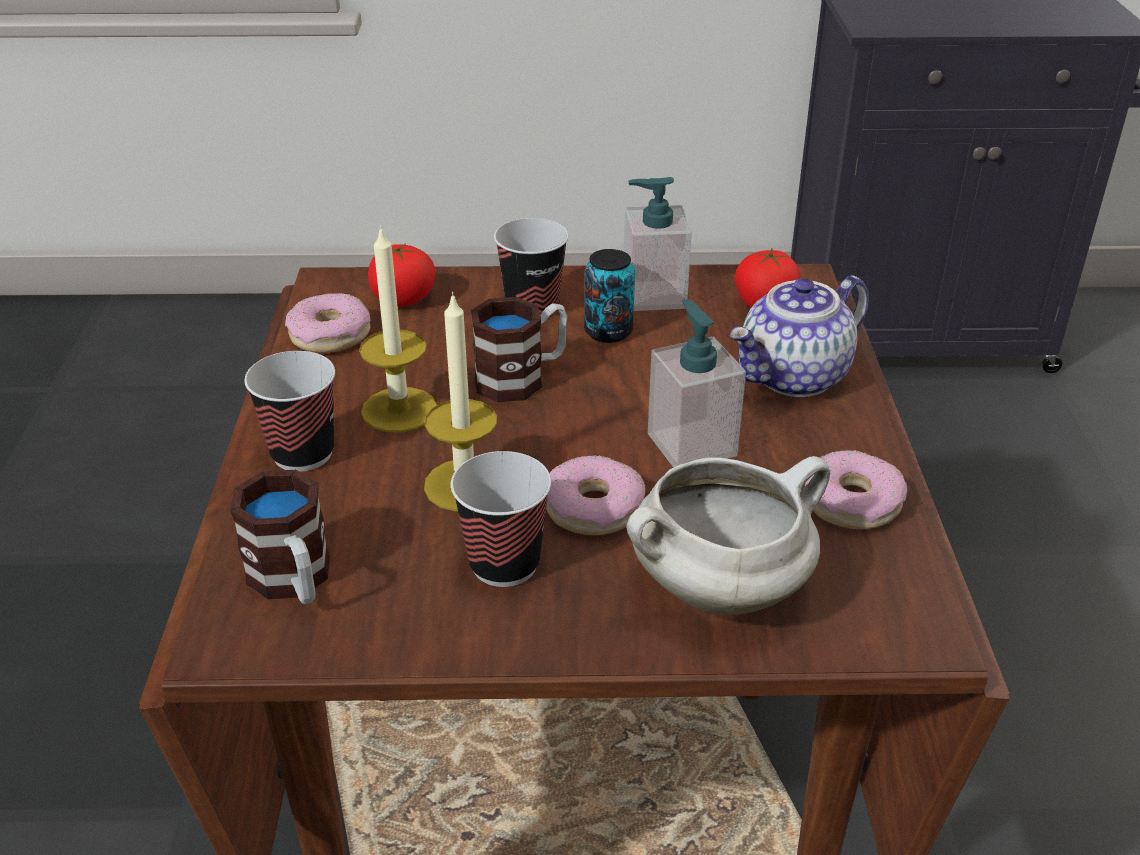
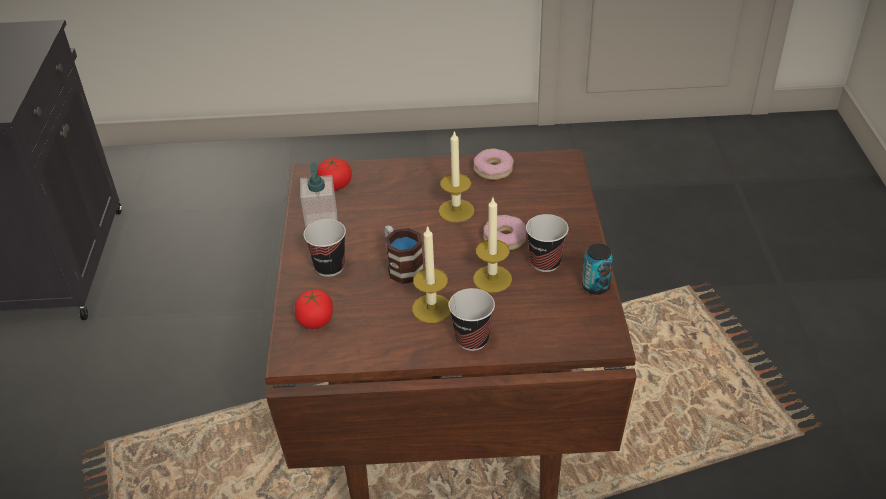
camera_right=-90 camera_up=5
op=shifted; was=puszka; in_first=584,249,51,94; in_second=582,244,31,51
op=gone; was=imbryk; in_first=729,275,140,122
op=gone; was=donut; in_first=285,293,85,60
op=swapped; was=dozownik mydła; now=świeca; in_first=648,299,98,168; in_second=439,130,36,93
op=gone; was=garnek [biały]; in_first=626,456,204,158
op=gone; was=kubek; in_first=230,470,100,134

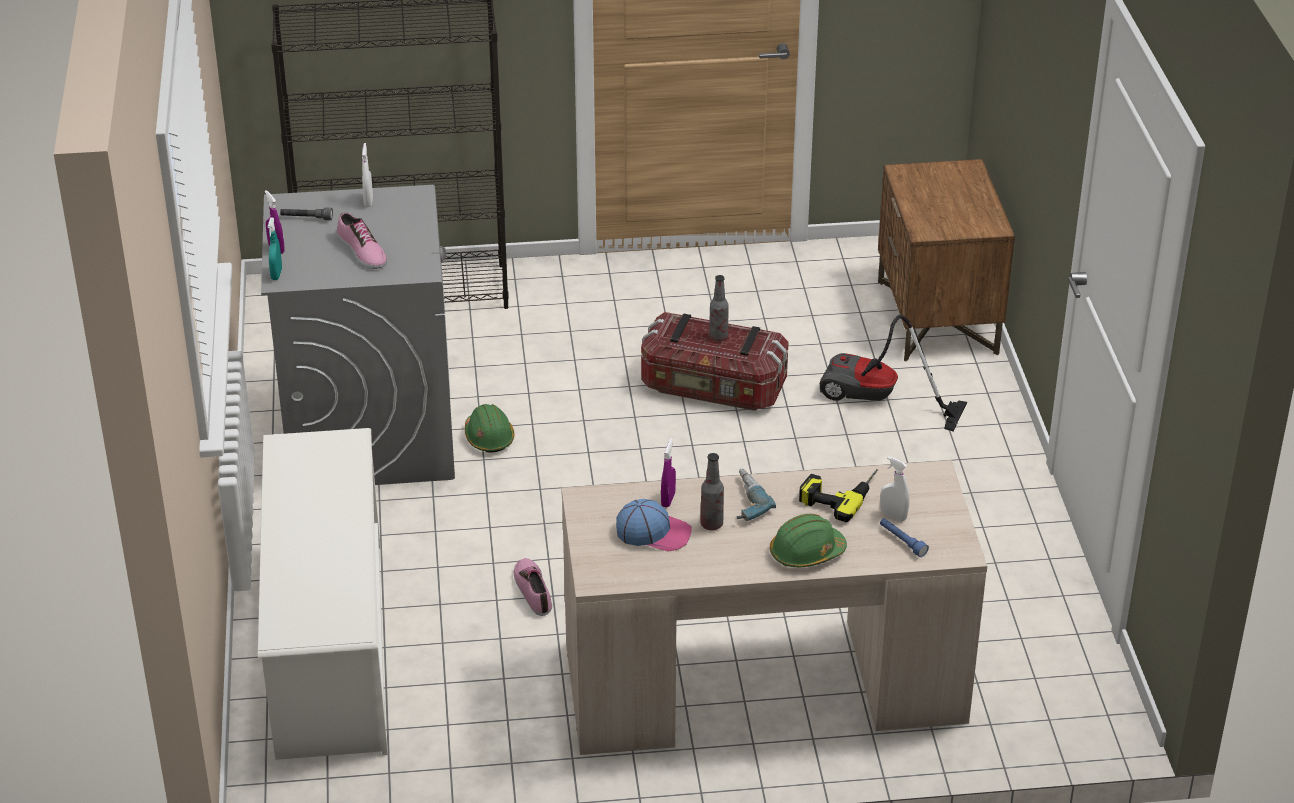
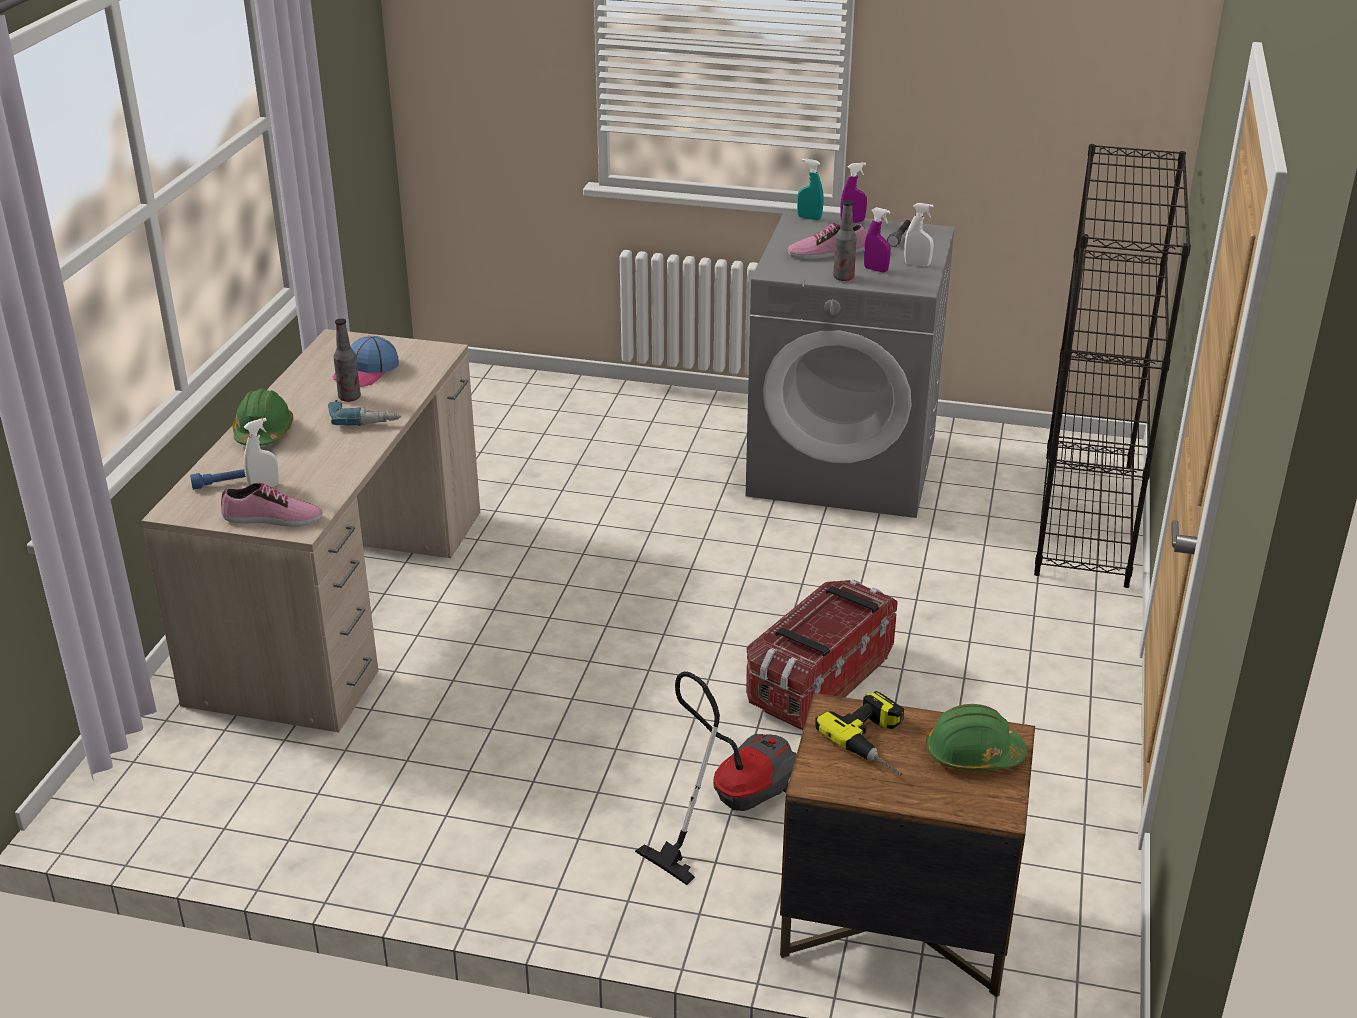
camera_right=110 camera_up=-5
op=shifted; was=butelka; in_first=709,275,20,66; in_second=833,200,24,81
op=shifted; was=kask [zielony]; in_first=465,404,50,48; in_second=925,704,102,67
op=gone; was=regał na buty [biały]; in_first=258,428,130,332
op=shifted; was=spryskiwacz [fioletowy]; in_first=661,438,15,70; in_second=864,207,27,65
op=shifted; was=wiertarka; in_first=799,469,79,53; in_second=815,691,89,84
op=shifted; was=but; in_first=513,558,39,58; in_second=221,483,102,44

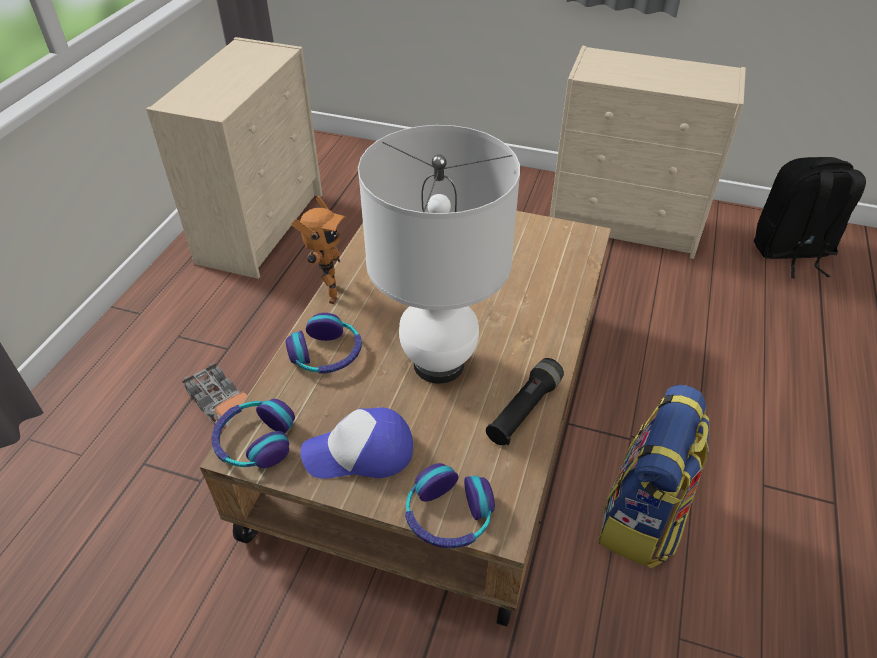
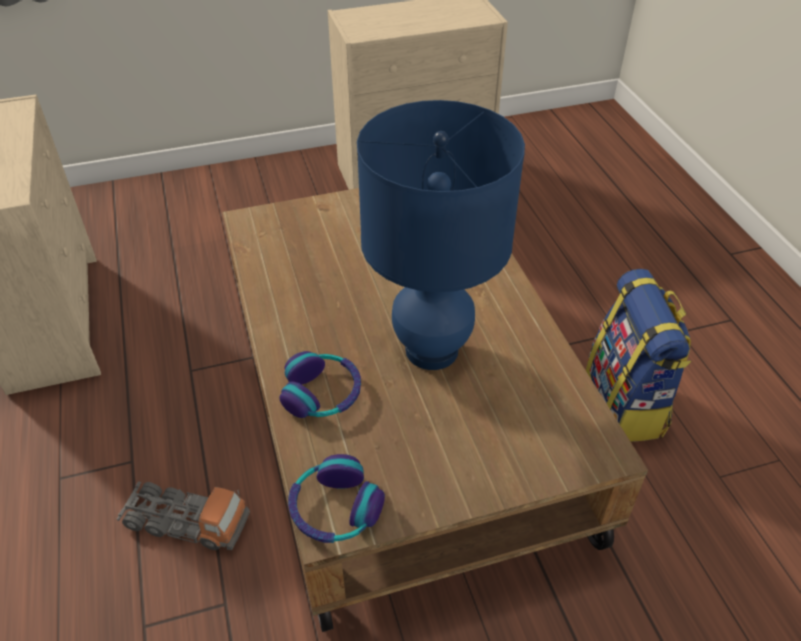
camera_right=-35 camera_up=0
op=repainted; was=lampa stołowa [biały]; now=lampa stołowa [niebieski]; in_first=358,125,162,259; in_second=357,100,168,270
op=gone; was=plecak [czarny]; in_first=754,157,112,122
op=gone; was=robot zabawkowy; in_first=291,196,55,108
op=gone; was=latarka [czarny]; in_first=486,358,78,88
op=gone; was=czapka z daszkiem; in_first=300,407,113,72
op=gone; was=słuchawki; in_first=405,463,90,85

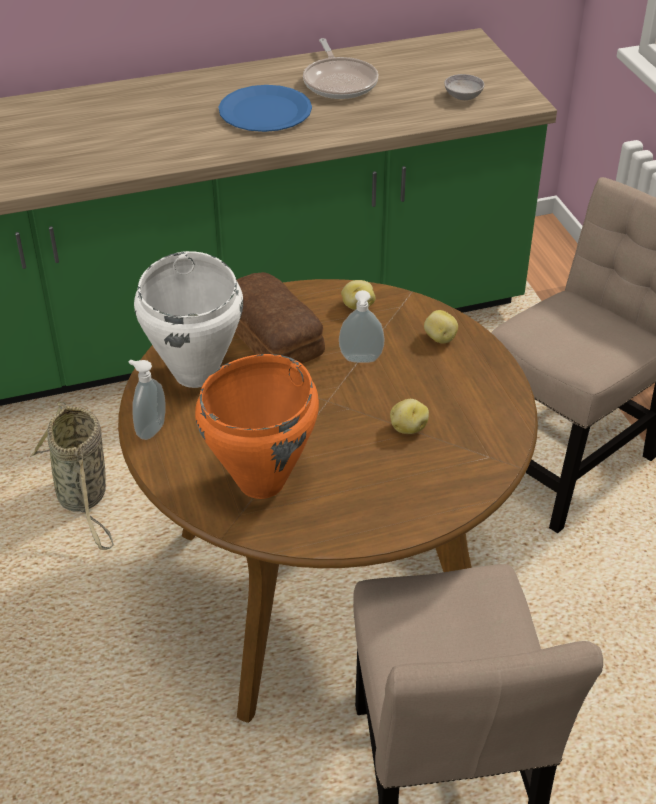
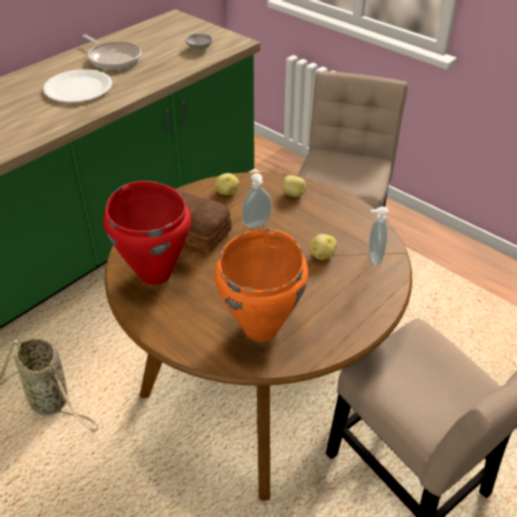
camera_right=-30 camera_up=0
op=repainted; was=talerz [niebieski]; now=talerz [biały]; in_first=218,85,94,47; in_second=43,69,69,33
op=repainted; was=garnek [biały]; now=garnek [czerwony]; in_first=134,251,109,137; in_second=104,181,87,104
op=shifted; was=dozownik mydła; in_first=129,359,37,81; in_second=369,207,20,58

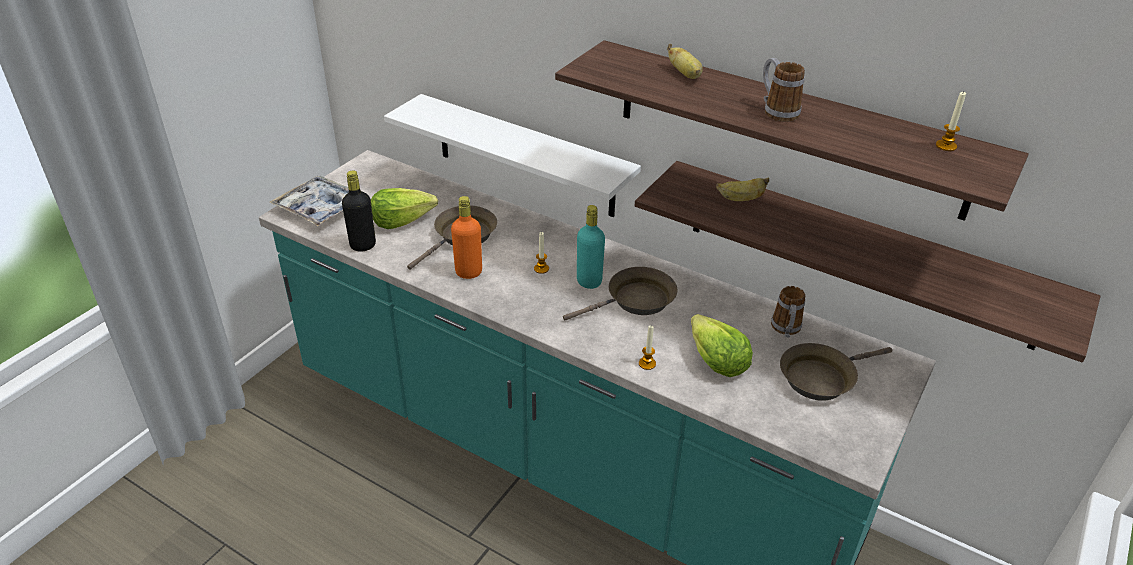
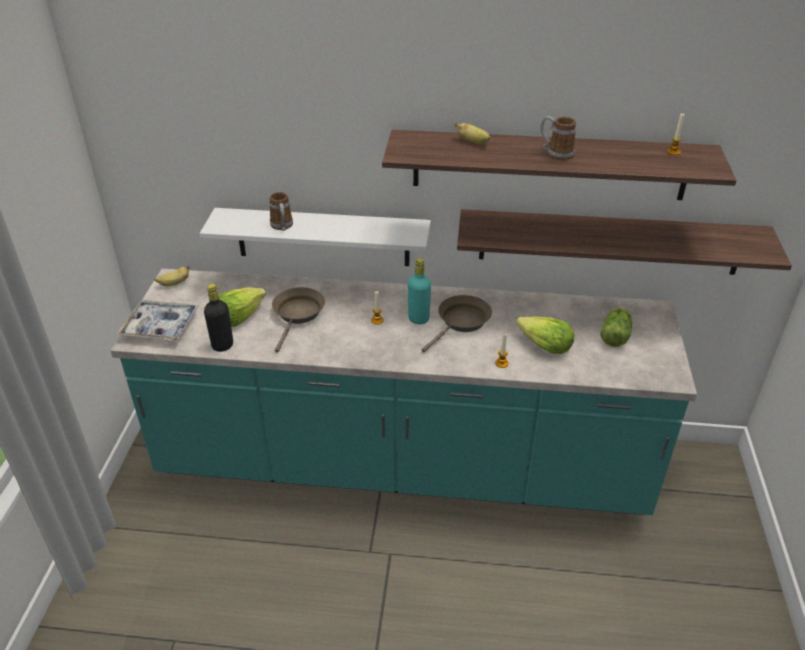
camera_right=-25 camera_up=0
op=shifted; was=banan; in_first=716,177,53,24; in_second=154,265,36,21
op=gone; was=butelka [pomarańczowy]; in_first=451,196,31,83
op=shifted; was=kubek; in_first=771,286,34,52; in_second=269,192,24,39
op=swapped; was=patelnia [brązowy]; now=sałata; in_first=780,343,112,58; in_second=600,307,32,40

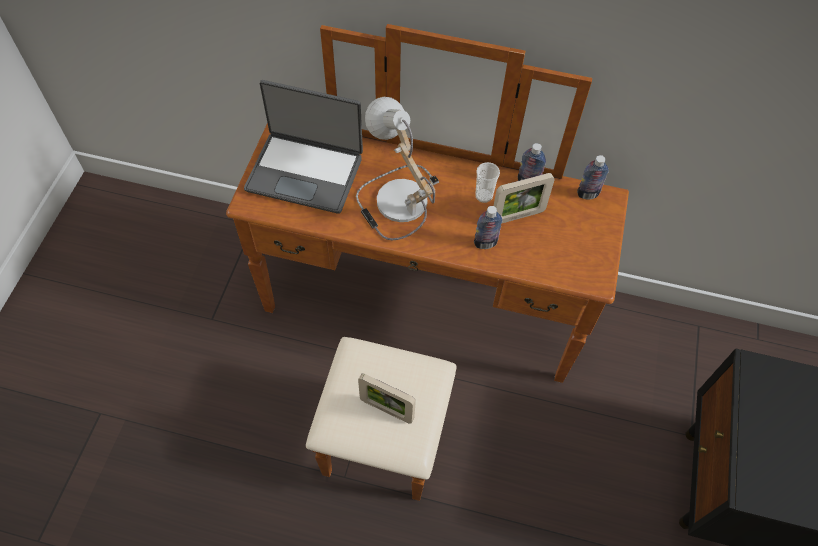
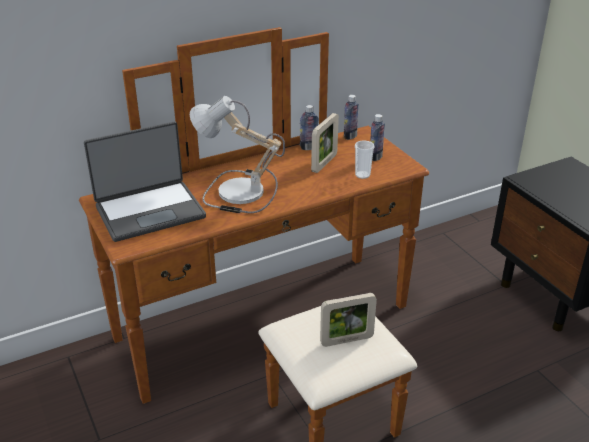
camera_right=-40 camera_up=-25
op=shifted; was=filiżanka; in_first=475,162,25,41; in_second=355,141,20,38
op=shifted; was=butelka; in_first=474,206,28,43; in_second=370,114,15,47

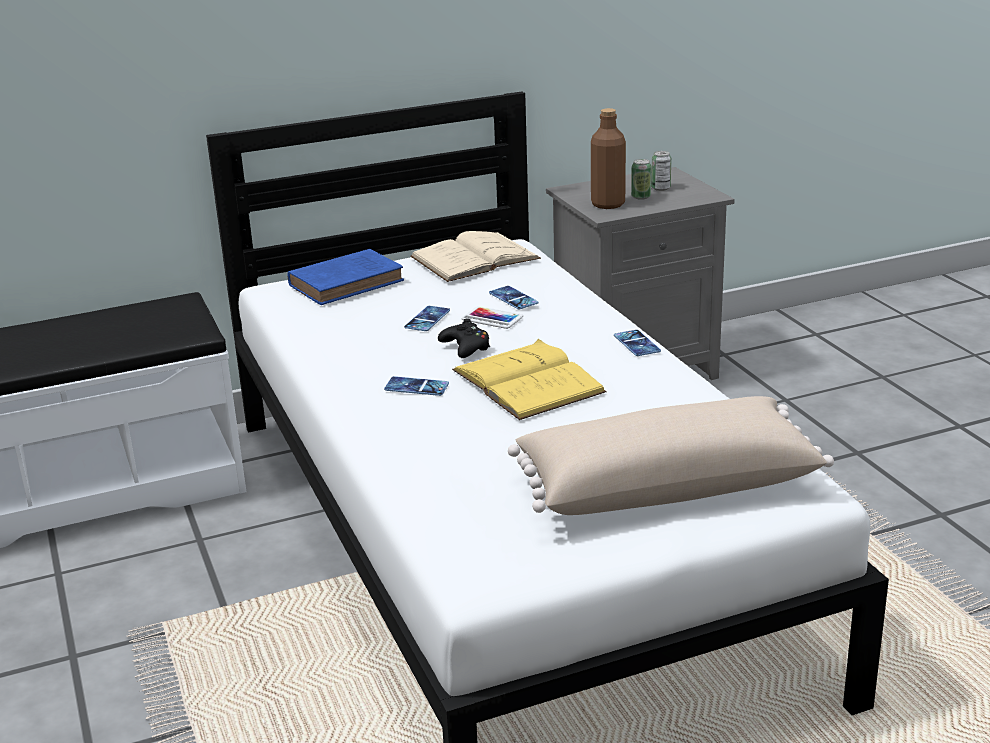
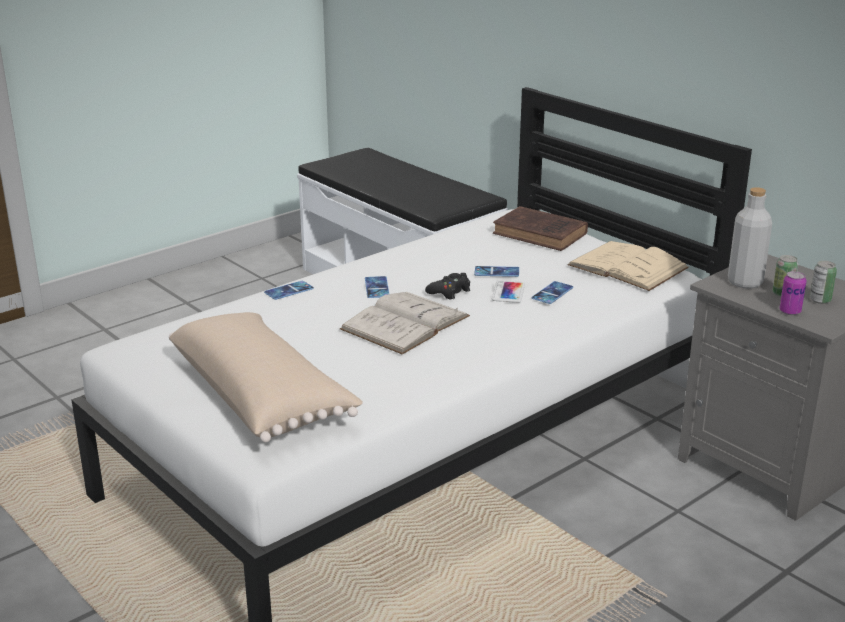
camera_right=70 camera_up=0
op=repainted; was=butelka [brązowy]; now=butelka [szary]; in_first=591,108,35,101; in_second=728,187,44,102
op=repainted; was=książka [niebieski]; now=książka [brązowy]; in_first=287,249,117,56; in_second=493,206,95,45
op=shifted; was=telefon; in_first=614,330,47,26; in_second=264,281,50,19
op=repainted; was=książka [żółty]; now=książka [biały]; in_first=452,339,154,81; in_second=340,292,130,62
op=new; now=puszka; in_second=779,271,28,44

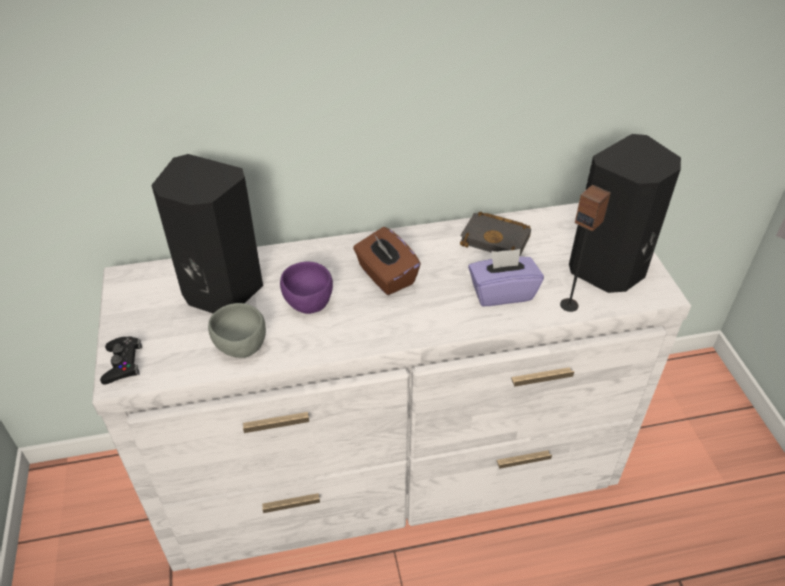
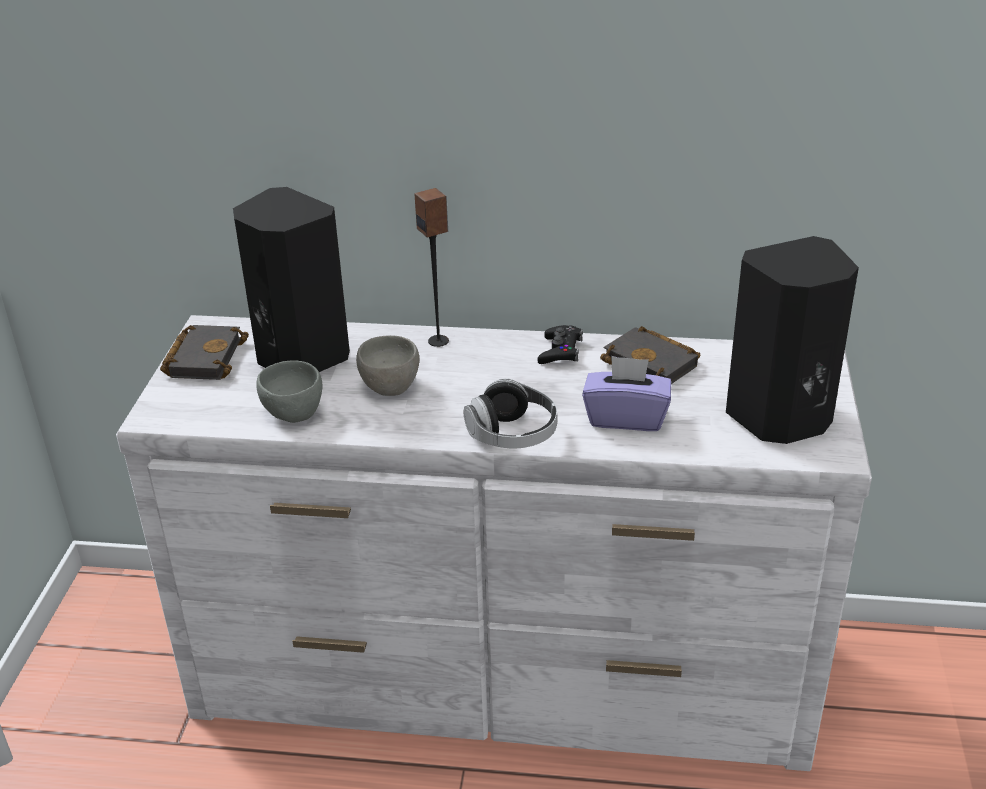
camera_right=20 camera_up=-10
op=shifted; was=głośnik; in_first=560,185,51,127; in_second=415,188,34,159
op=gone; was=pudełko chusteczek [brązowy]; in_first=353,227,68,68
op=repainted; was=miska [fioletowy]; now=miska [szary]; in_first=280,262,53,52; in_second=356,335,63,61
op=shifted; was=pad do gier [czarny]; in_first=100,336,42,49; in_second=538,325,45,39
op=new; now=książka [czarny]; in_second=160,325,89,55
op=new; now=słuchawki; in_second=464,378,93,71

